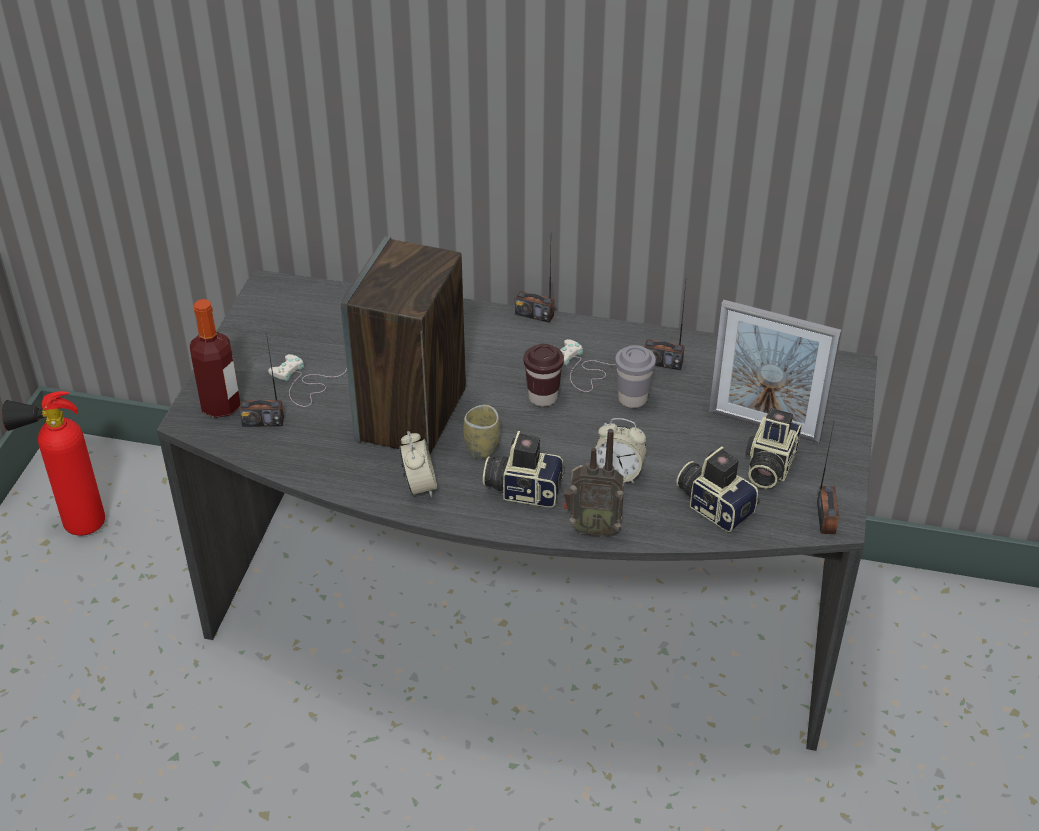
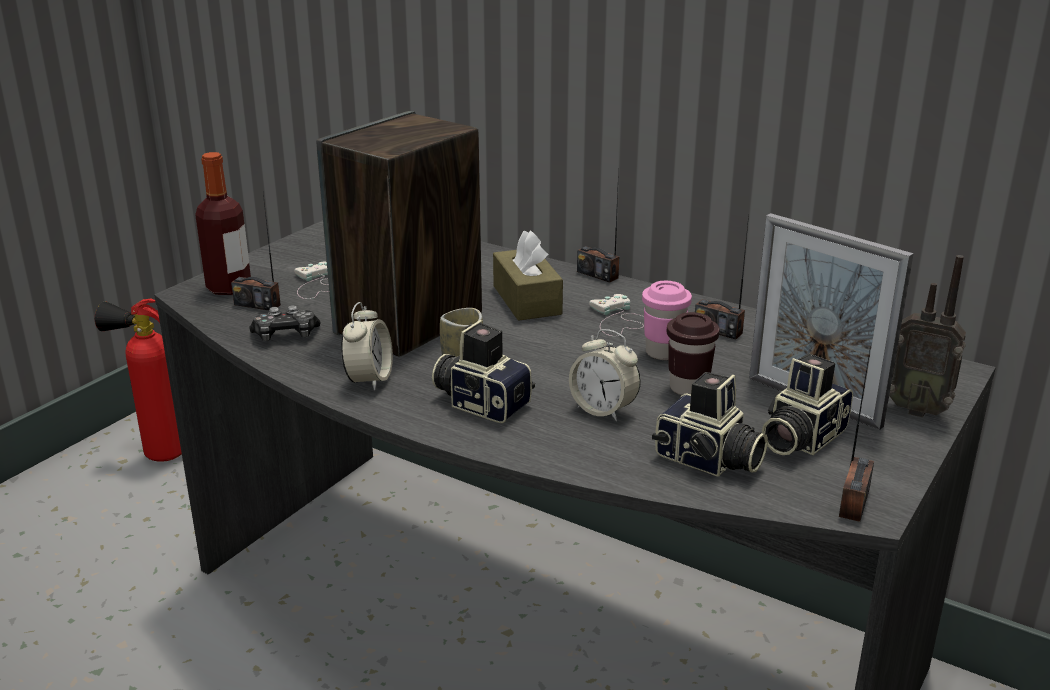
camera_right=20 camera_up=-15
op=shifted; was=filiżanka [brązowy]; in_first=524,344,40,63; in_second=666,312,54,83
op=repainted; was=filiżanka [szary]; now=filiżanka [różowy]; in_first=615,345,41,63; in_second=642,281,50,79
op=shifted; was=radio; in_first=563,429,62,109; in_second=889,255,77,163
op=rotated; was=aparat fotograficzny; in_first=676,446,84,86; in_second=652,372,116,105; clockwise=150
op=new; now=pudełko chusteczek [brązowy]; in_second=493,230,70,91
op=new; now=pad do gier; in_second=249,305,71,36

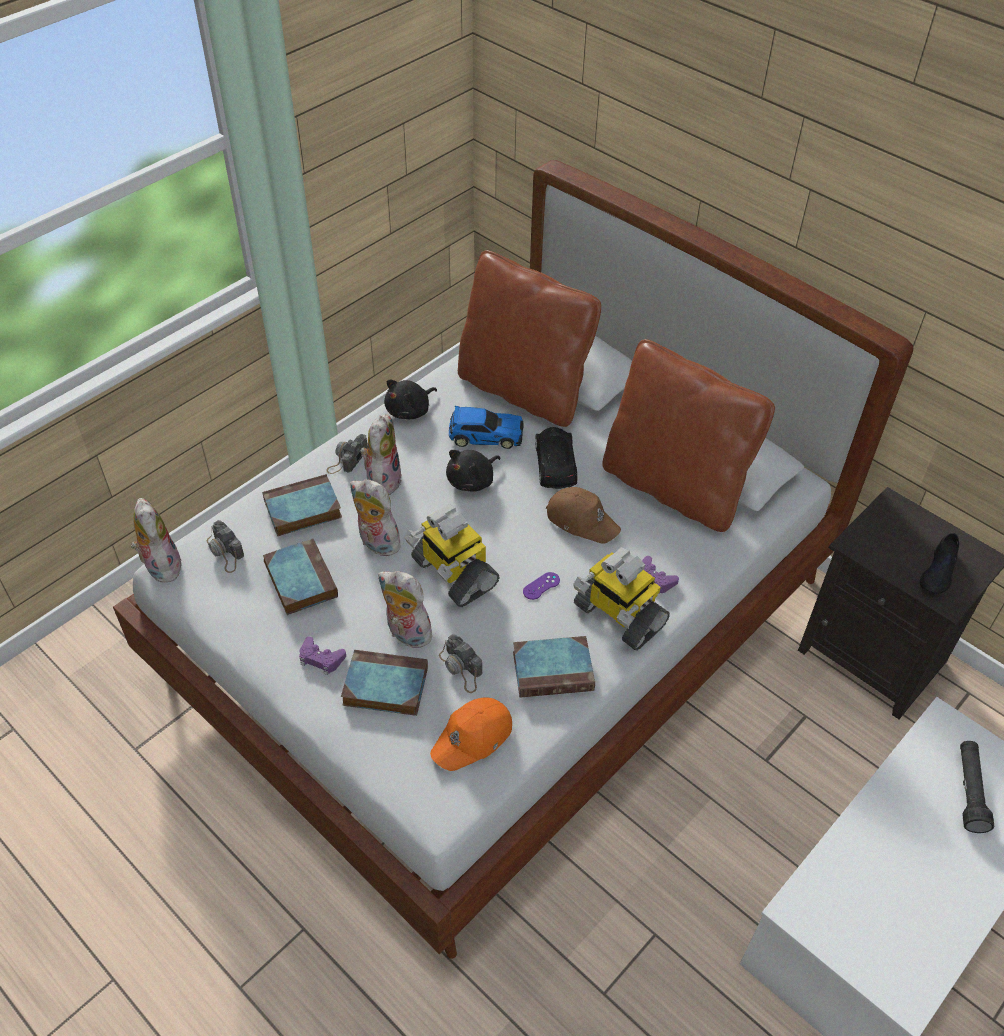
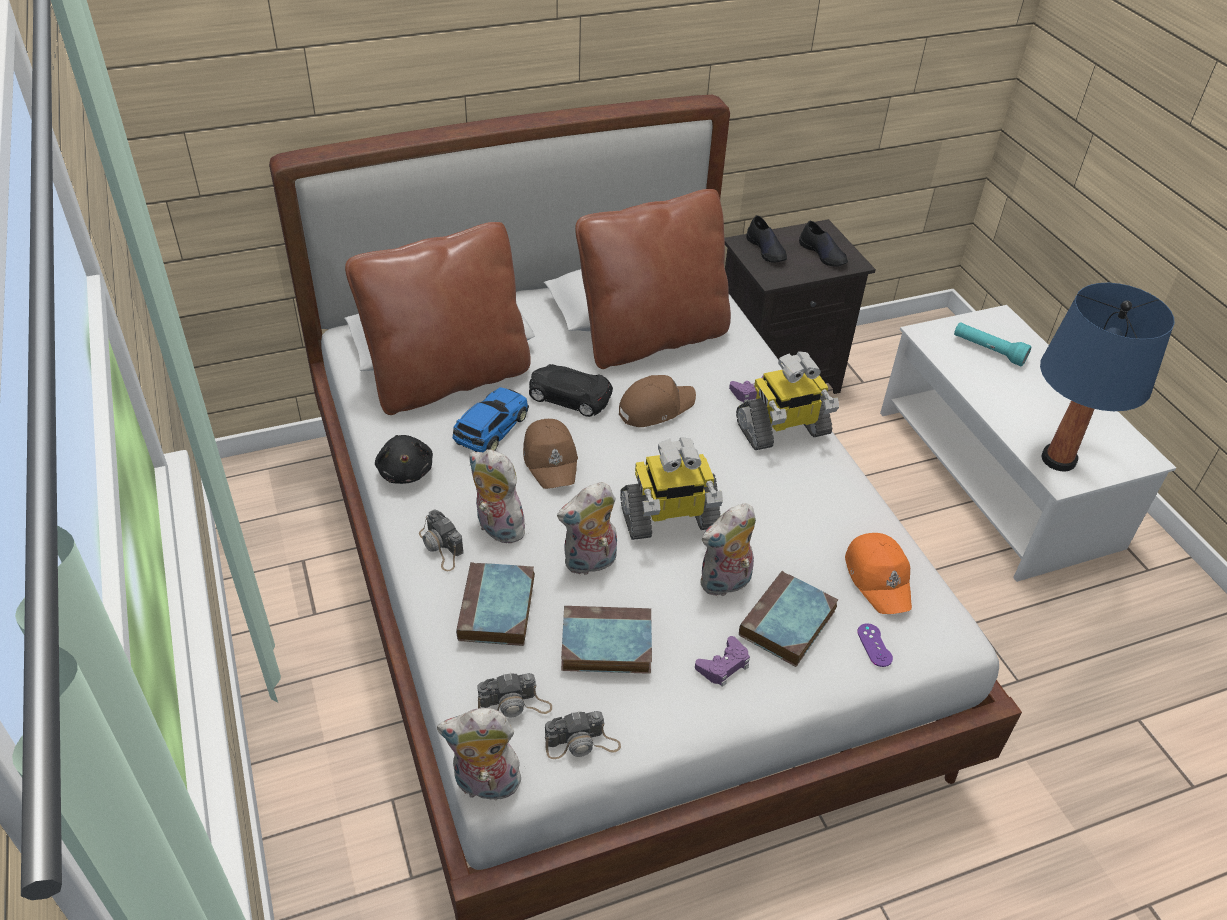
camera_right=-65 camera_up=-5
op=swapped; was=pluszak [czarny]; now=czapka z daszkiem [brązowy]; in_first=446,450,55,42; in_second=523,419,55,70
op=shifted; was=pad do gier [fioletowy]; in_first=523,572,37,28; in_second=857,623,36,44
op=shifted; was=aparat fotograficzny; in_first=439,634,44,59; in_second=545,711,76,48
op=gone; was=książka; in_first=513,636,82,62
op=repainted; was=latarka [czarny]; now=latarka [turkusowy]; in_first=960,741,34,92; in_second=954,322,77,44
op=new; now=but [czarny]; in_second=746,215,41,48
op=new; now=lampa stołowa [niebieski]; in_second=1040,283,135,188

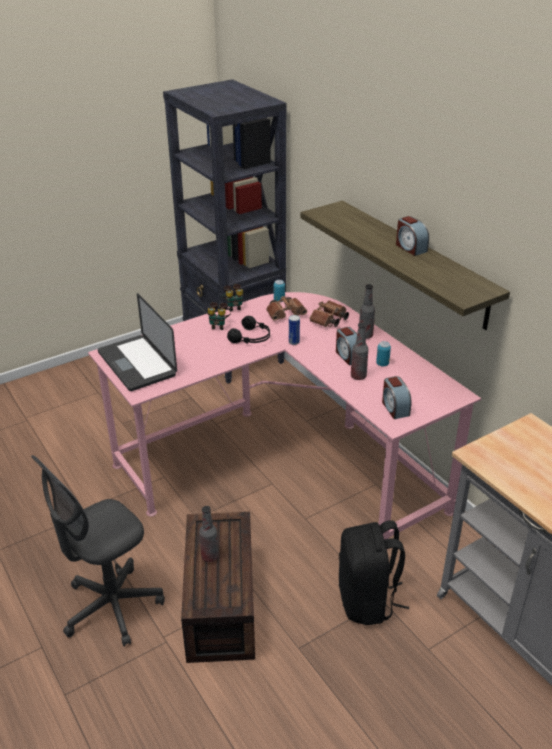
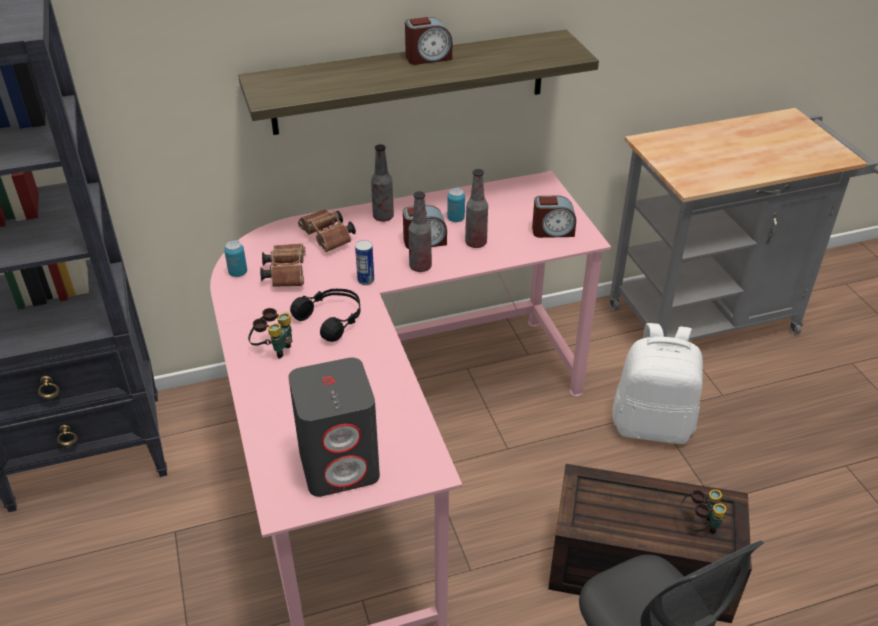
camera_right=-75 camera_up=5
op=shifted; was=lornetka; in_first=221,284,23,28; in_second=681,489,46,45
op=swapped; was=laptop; now=głośnik [szary]; in_first=98,293,79,98; in_second=288,357,92,140
op=shifted; was=butelka; in_first=199,506,20,56; in_second=409,191,23,81
op=repainted; was=plecak [czarny]; now=plecak [biały]; in_first=339,520,70,105; in_second=612,323,91,121

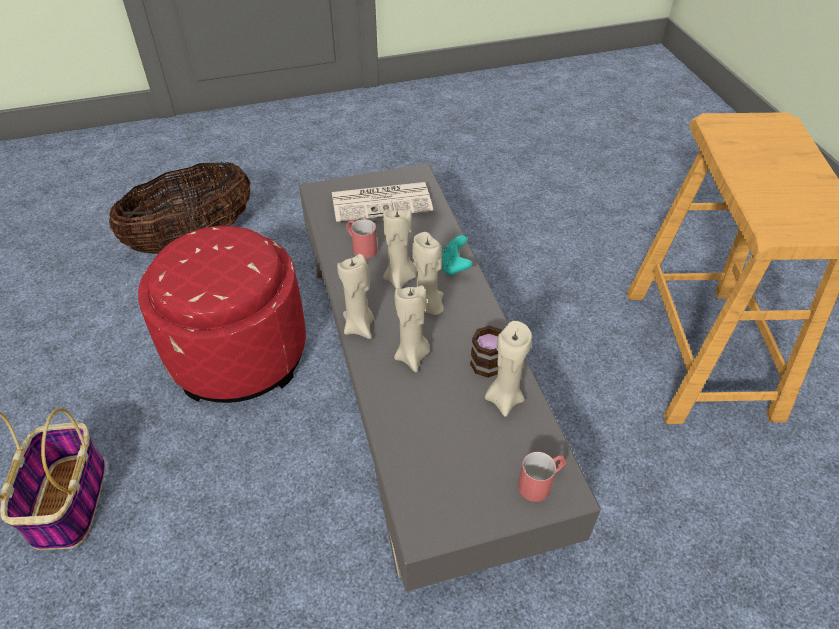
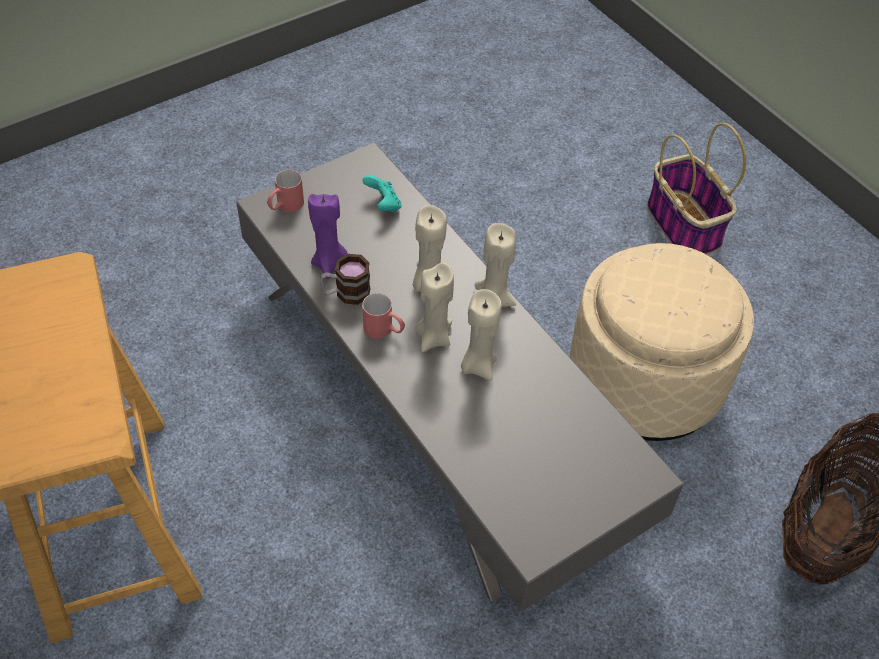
camera_right=160 camera_up=5
op=gone; was=gazeta; in_first=332,182,101,40
op=shifted; was=kubek [czerwony]; in_first=346,219,31,40; in_second=362,293,43,46
op=repainted; was=pufa [czerwony]; now=pufa [beżowy]; in_first=138,226,168,177; in_second=570,243,184,198
op=shifted; was=pad do gier [turkusowy]; in_first=442,235,31,41; in_second=362,175,40,38
op=repainted; was=świeca [beżowy]; now=świeca [fioletowy]; in_first=485,321,47,96; in_second=308,194,39,85

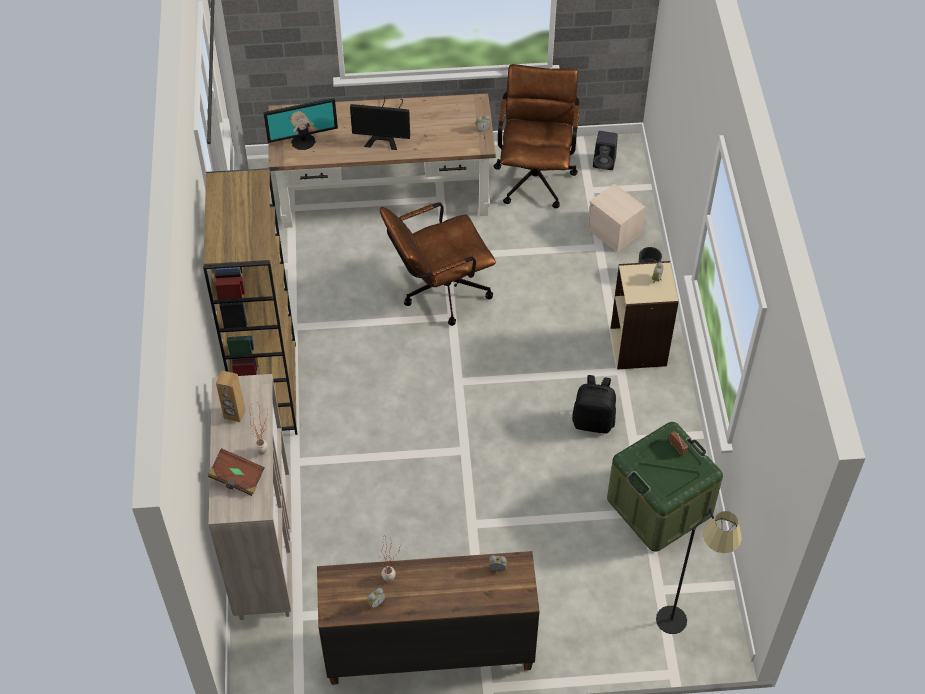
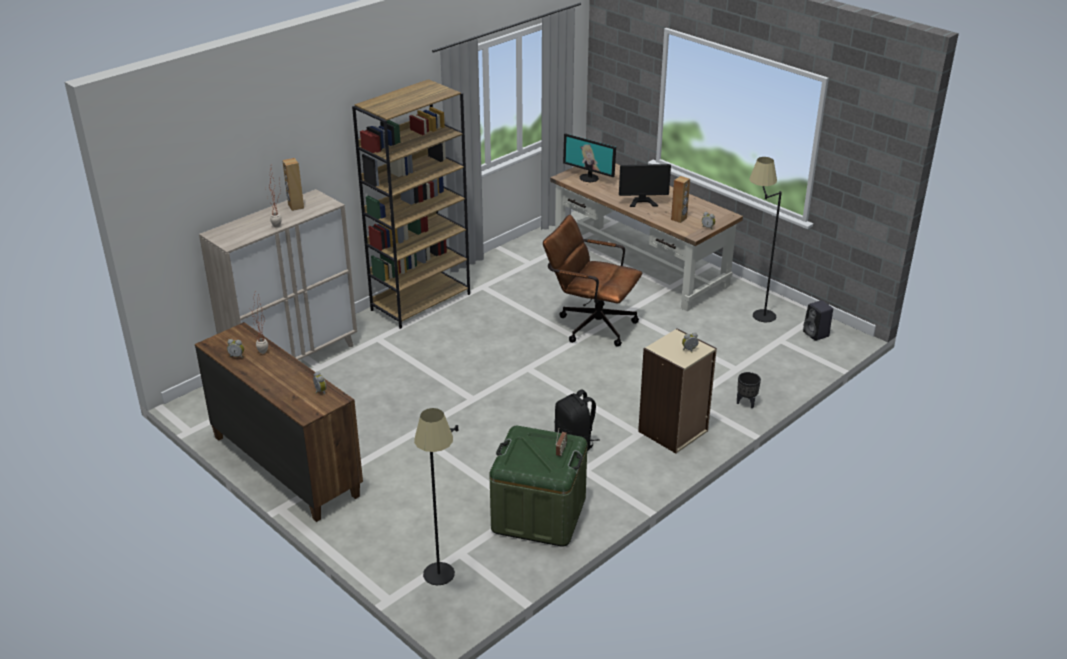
camera_right=50 camera_up=-20
op=swapped; was=krzesło biurowe [brązowy]; now=lampa stojąca [czarny]; in_first=493,64,87,144; in_second=749,157,33,165
op=rotated; was=monitor; in_first=350,97,60,53; in_second=619,164,52,43; clockwise=-60
op=gone; was=pojemnik do przechowywania [beżowy]; in_first=587,183,58,69
op=gone; was=książka [brązowy]; in_first=208,448,57,48
op=new; now=głośnik [brązowy]; in_second=671,176,19,47

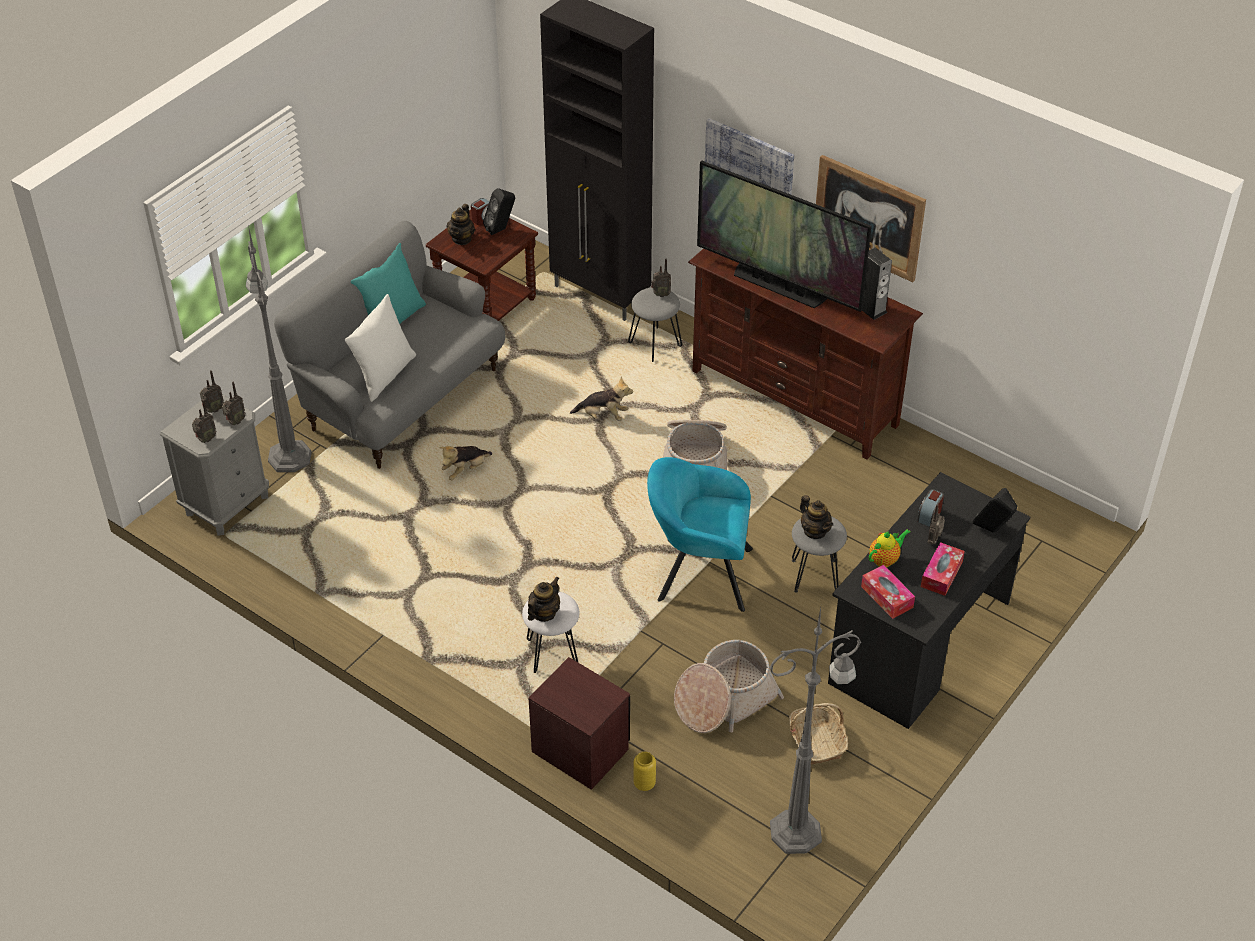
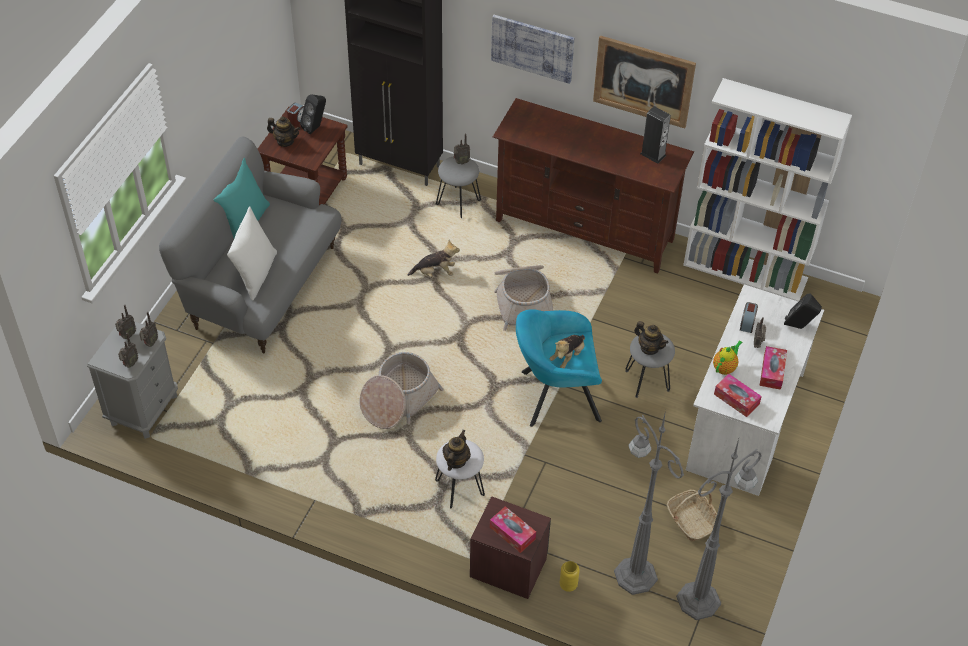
camera_right=-15 camera_up=5
op=gone; was=telewizor; in_first=697,160,175,152
op=rotated; was=imbryk; in_first=447,204,28,41; in_second=267,117,33,30; clockwise=-75
op=shifted; was=lampa stojąca [szary]; in_first=246,225,66,247; in_second=614,410,70,185
op=shifted; was=pluszak; in_first=440,446,52,34; in_second=550,335,35,33
op=repainted; was=biurko [czarny]; now=biurko [biały]; in_first=828,472,202,257; in_second=686,284,138,212
op=shifted; was=koszyk; in_first=674,640,110,93; in_second=360,352,83,77
op=new; now=regał [biały]; in_second=683,78,169,224
op=new; now=pudełko chusteczek; in_second=490,506,46,47

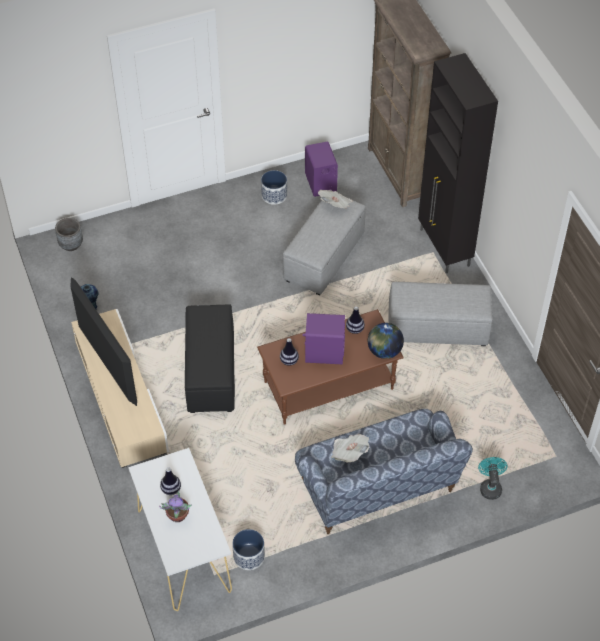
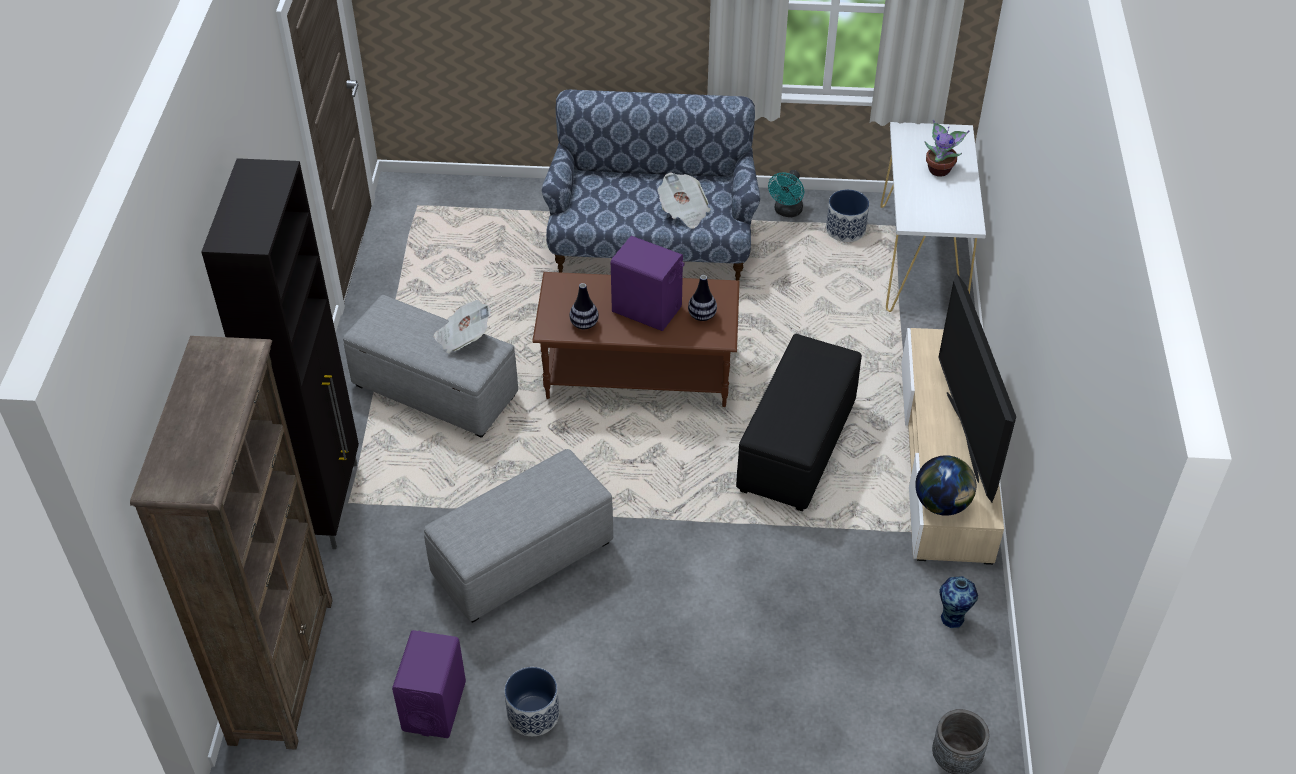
camera_right=-155 camera_up=-5
op=shifted; was=gazeta; in_first=318,190,34,19; in_second=434,300,58,54
op=shifted; was=globus; in_first=368,323,36,36; in_second=915,455,61,61
op=shifted; was=wentylator [turkusowy]; in_first=478,457,29,43; in_second=768,170,36,47
op=gone; was=wazon; in_first=160,467,21,28

